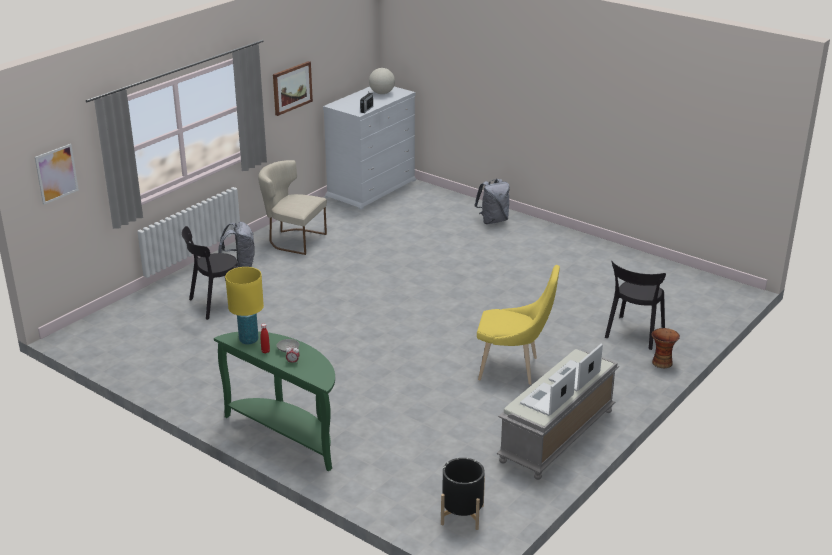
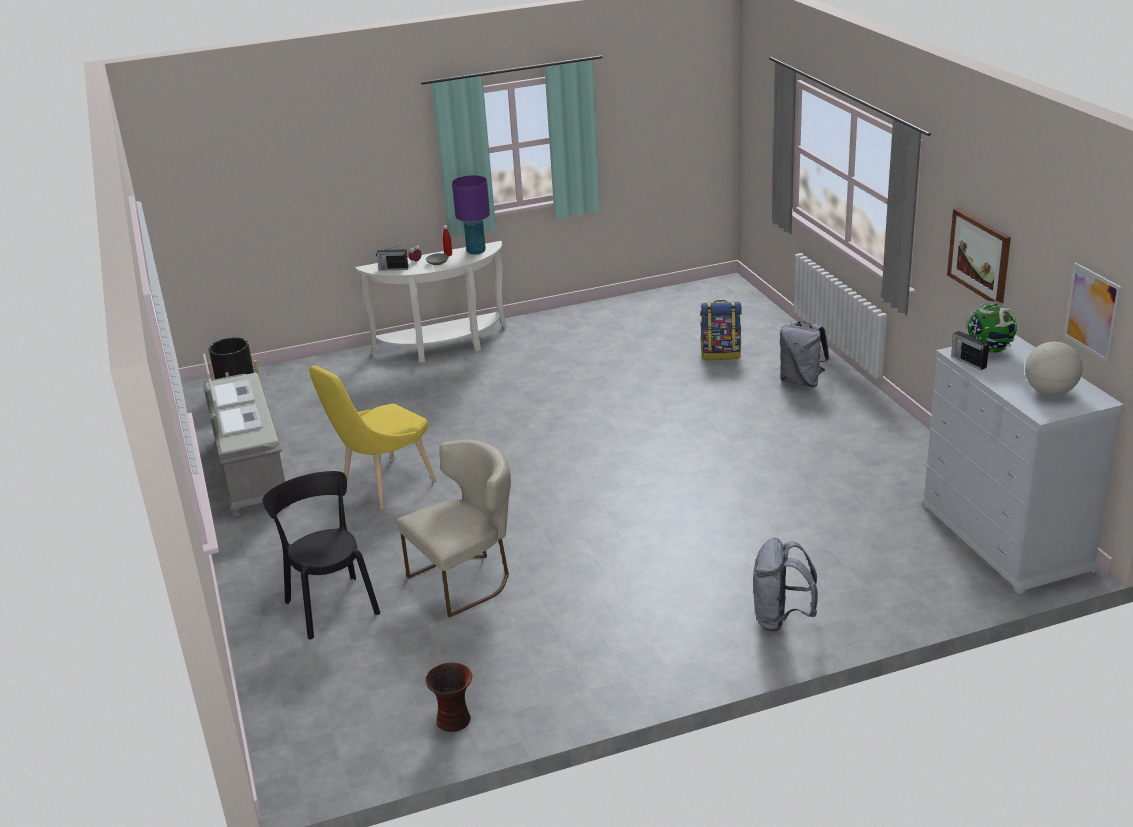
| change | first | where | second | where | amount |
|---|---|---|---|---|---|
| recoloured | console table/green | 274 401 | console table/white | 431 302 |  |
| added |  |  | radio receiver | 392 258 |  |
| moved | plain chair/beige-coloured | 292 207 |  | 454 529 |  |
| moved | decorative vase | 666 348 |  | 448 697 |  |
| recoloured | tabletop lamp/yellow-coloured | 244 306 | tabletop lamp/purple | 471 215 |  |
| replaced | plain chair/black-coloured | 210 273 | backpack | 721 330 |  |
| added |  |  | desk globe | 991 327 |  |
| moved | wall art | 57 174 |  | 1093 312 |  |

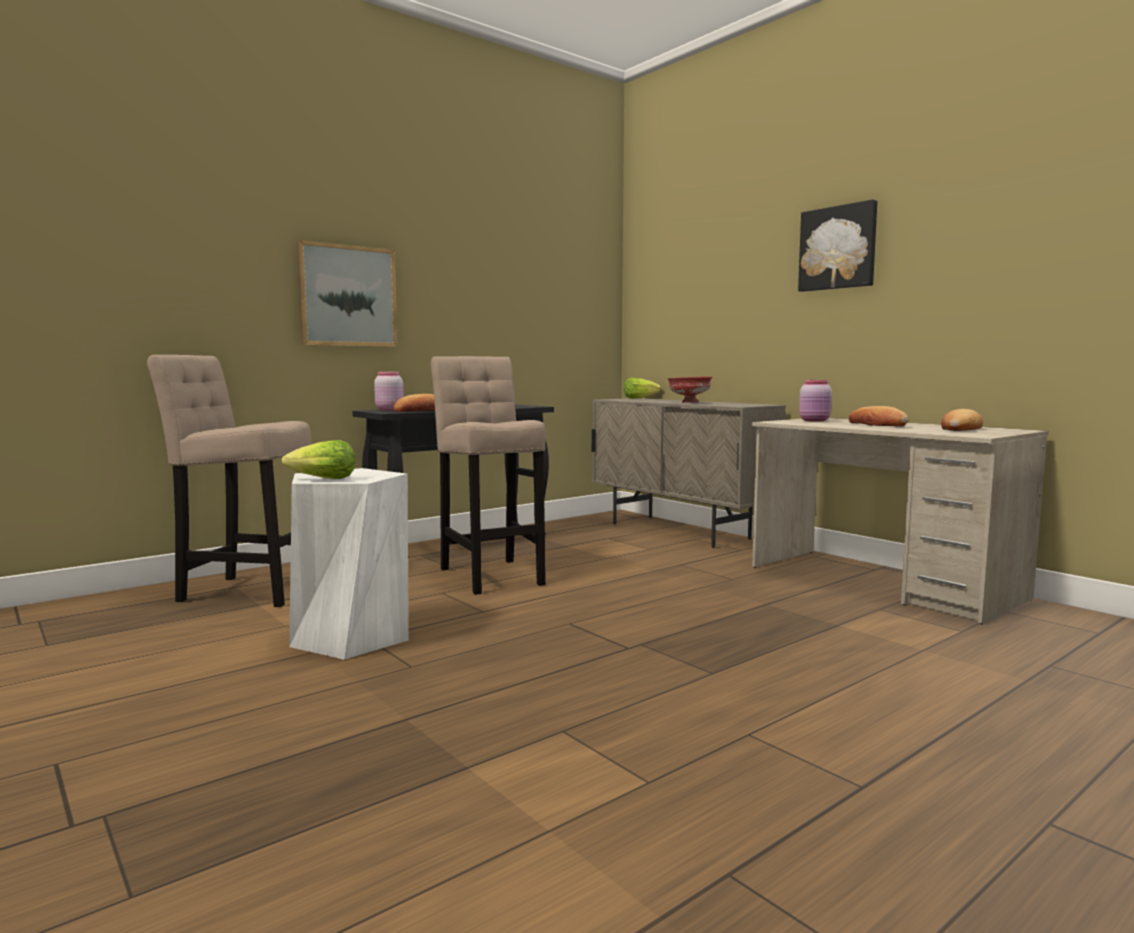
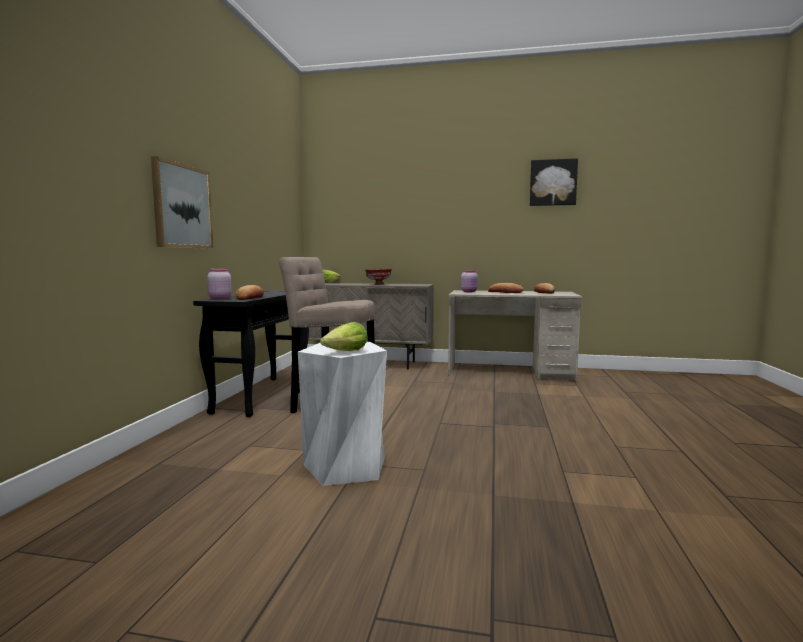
| change | first | where | second | where | amount |
|---|---|---|---|---|---|
| moved | wall art | 837 245 |  | 554 182 |  |
| removed | stool/beige-coloured | 229 481 |  |  |  |

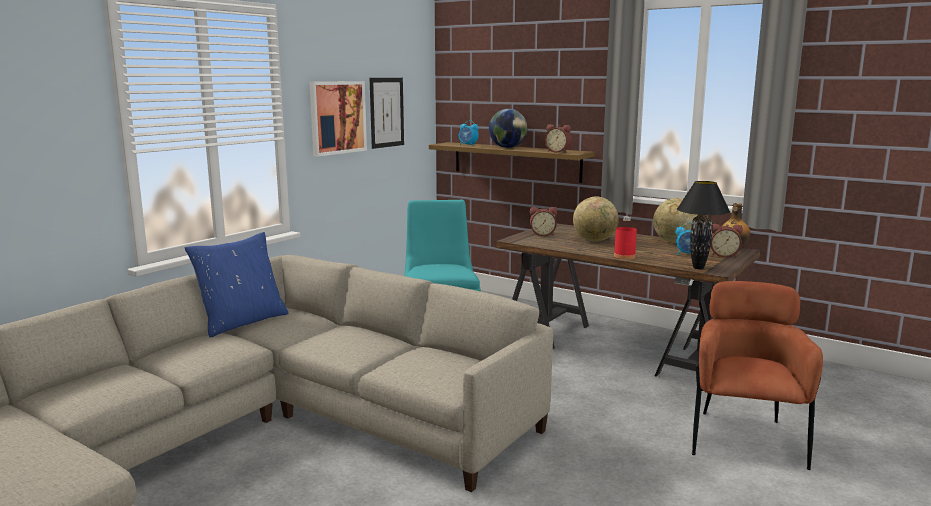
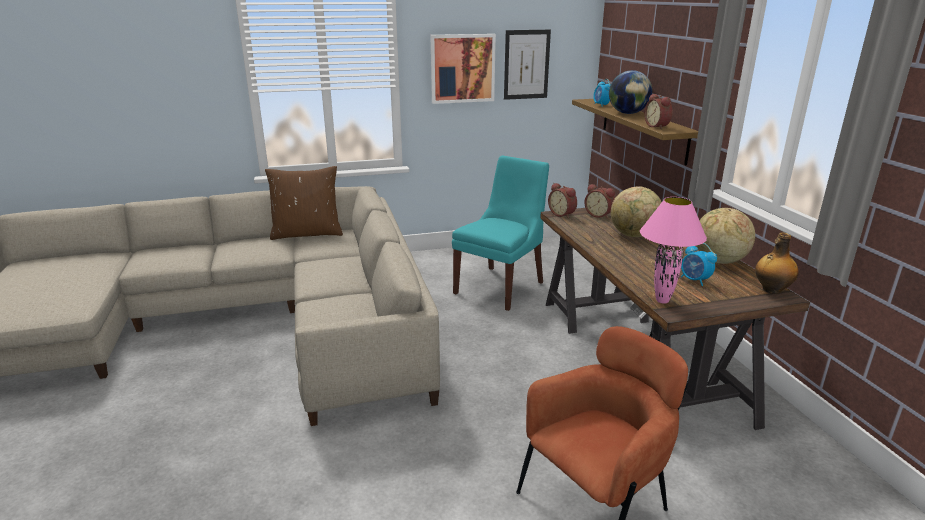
| change | first | where | second | where | amount |
|---|---|---|---|---|---|
| recoloured | pillow/blue | 236 285 | pillow/brown-coloured | 304 203 |  |
| moved | bedside clock | 726 240 |  | 562 200 |  |
| recoloured | tabletop lamp/black-coloured | 703 225 | tabletop lamp/pinkish | 673 250 |  |
| removed | bottle/reddish | 625 238 |  |  |  |

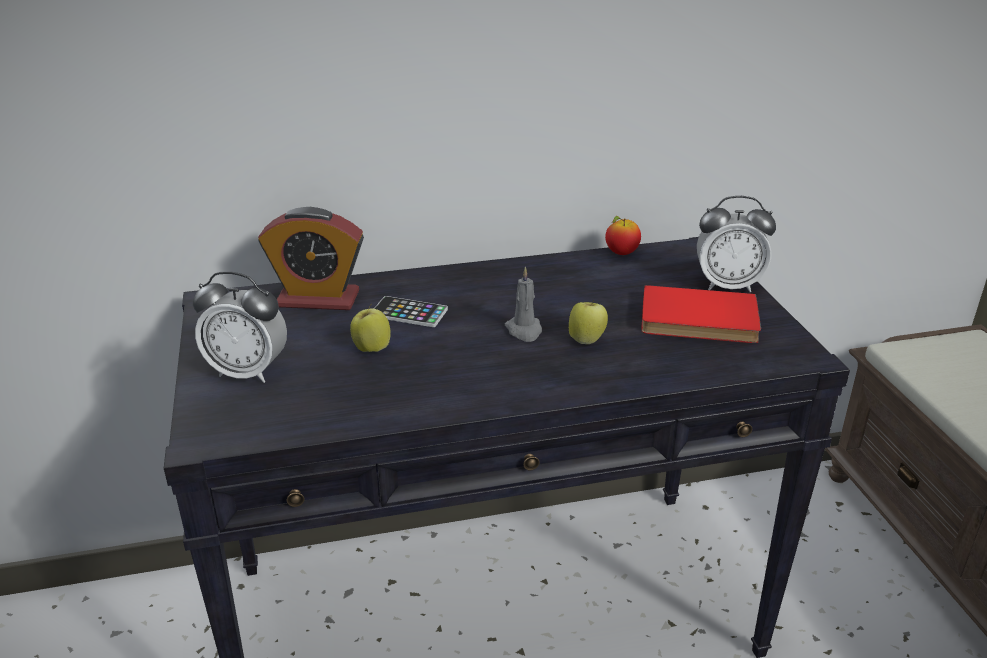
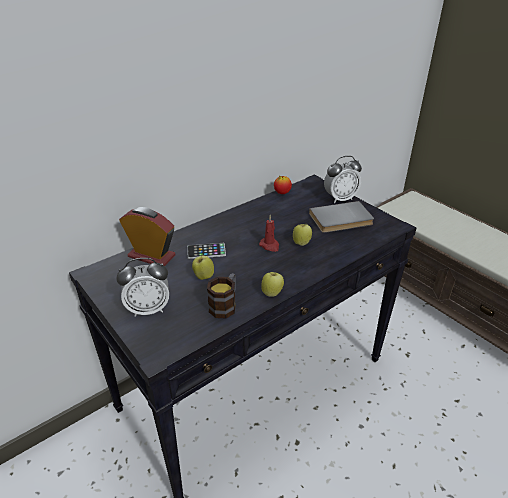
| change | first | where | second | where | amount |
|---|---|---|---|---|---|
| turned | bedside clock | 311 258 |  | 147 236 | 135 degrees counterclockwise |
| added |  |  | mug | 221 296 |  |
| recoloured | wax light/gray | 523 304 | wax light/reddish | 269 233 |  |
| added |  |  | apple fruit | 272 284 |  |
| recoloured | bound book/reddish | 701 314 | bound book/gray | 341 217 |  |

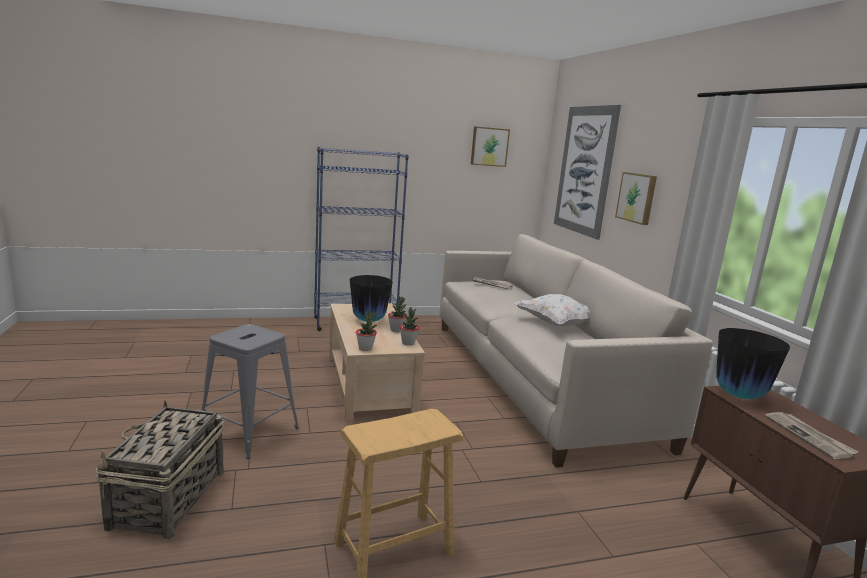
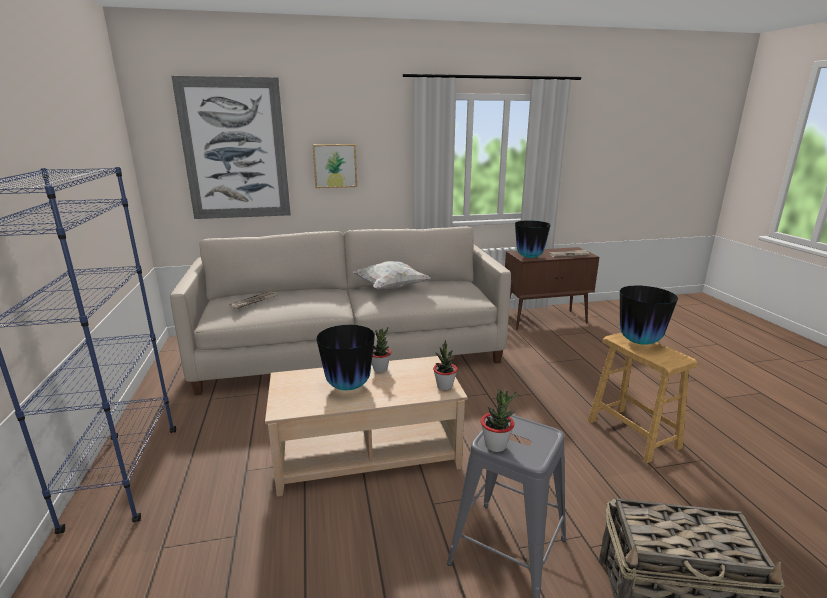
| change | first | where | second | where | amount |
|---|---|---|---|---|---|
| moved | potted plant | 409 326 |  | 498 420 |  |
| added |  |  | decorative vase | 649 315 |  |
| removed | wall art | 490 146 |  |  |  |

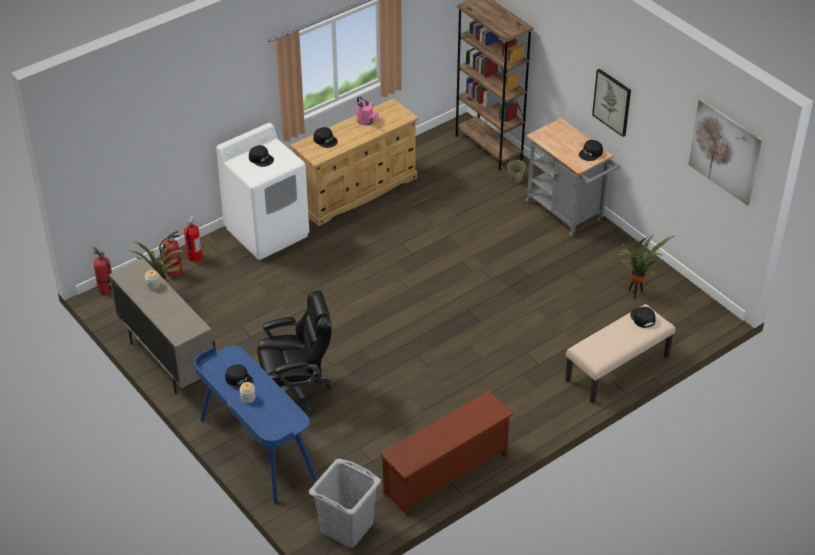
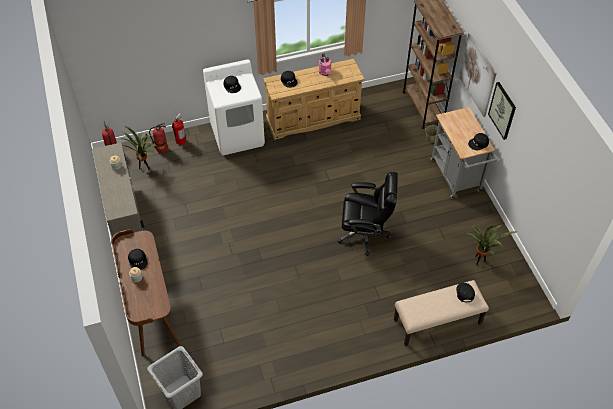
| change | first | where | second | where | amount |
|---|---|---|---|---|---|
| recoloured | desk unit/blue | 256 425 | desk unit/brown-coloured | 145 292 |  |
| moved | computer chair/black-coloured | 295 353 |  | 368 214 |  |
| moved | wall art | 725 152 |  | 478 75 |  |
| removed | shoe rack/brown-coloured | 447 454 |  |  |  |

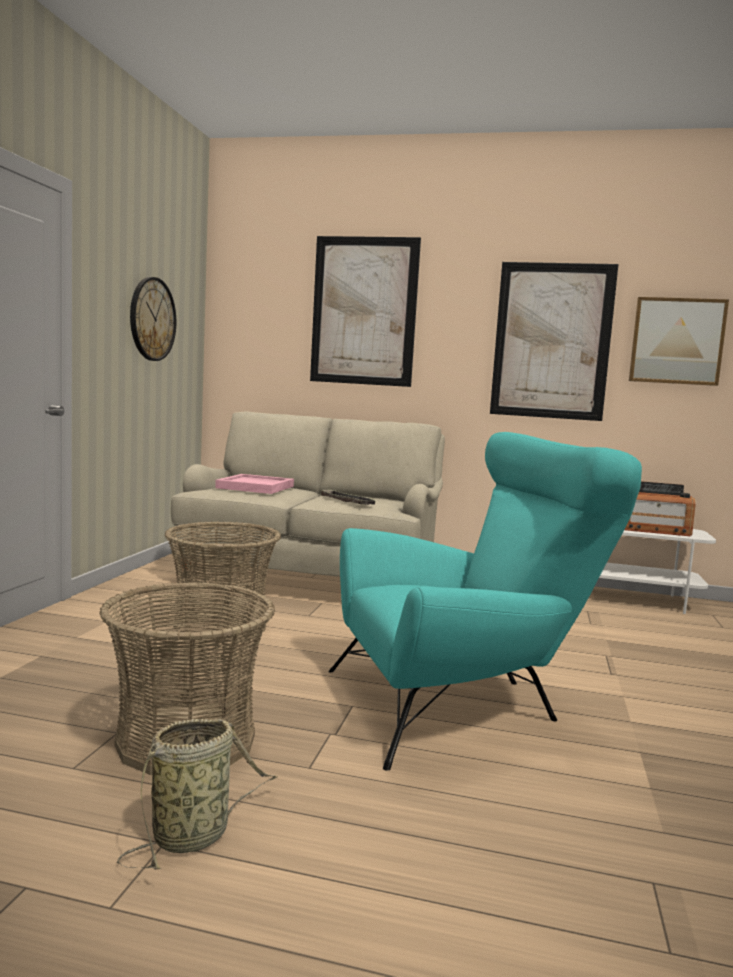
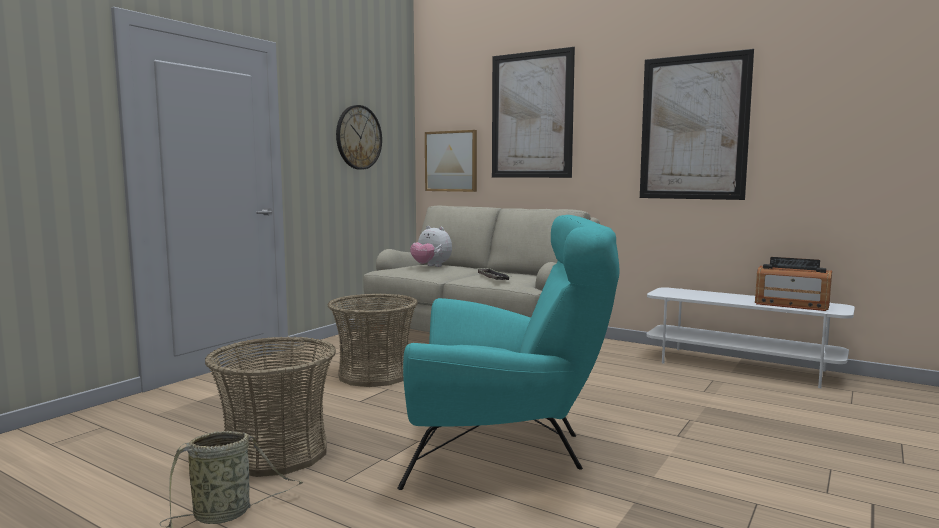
| change | first | where | second | where | amount |
|---|---|---|---|---|---|
| replaced | carrying tray/pinkish | 254 484 | plush toy | 431 246 |  |
| moved | wall art | 679 341 |  | 451 161 |  |

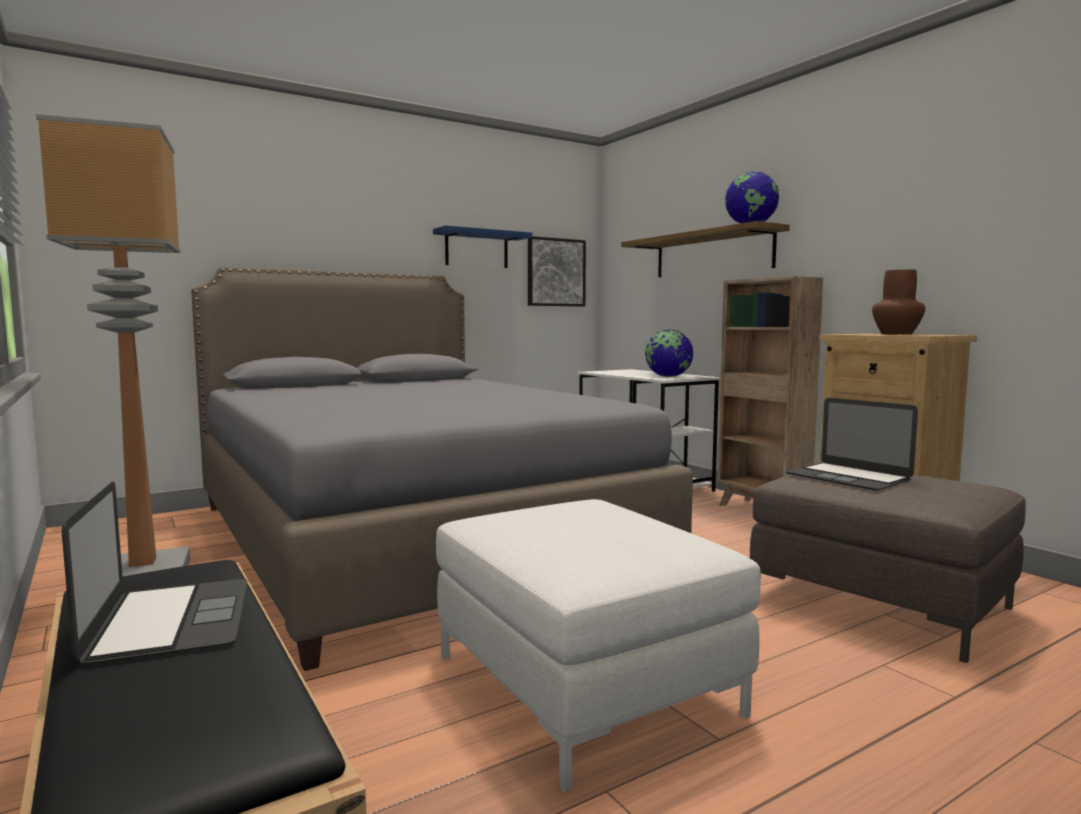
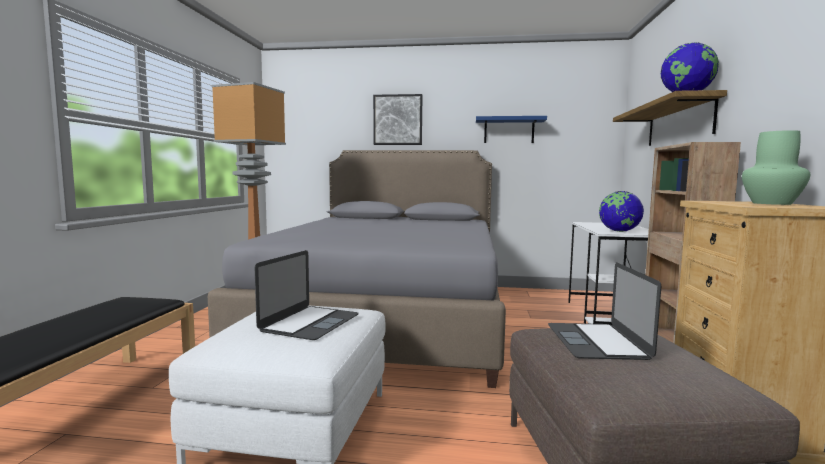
| change | first | where | second | where | amount |
|---|---|---|---|---|---|
| moved | laptop | 154 573 |  | 307 295 |  |
| moved | wall art | 557 271 |  | 398 119 |  |
| recoloured | decorative vase/brown-coloured | 898 302 | decorative vase/green | 776 167 |  |

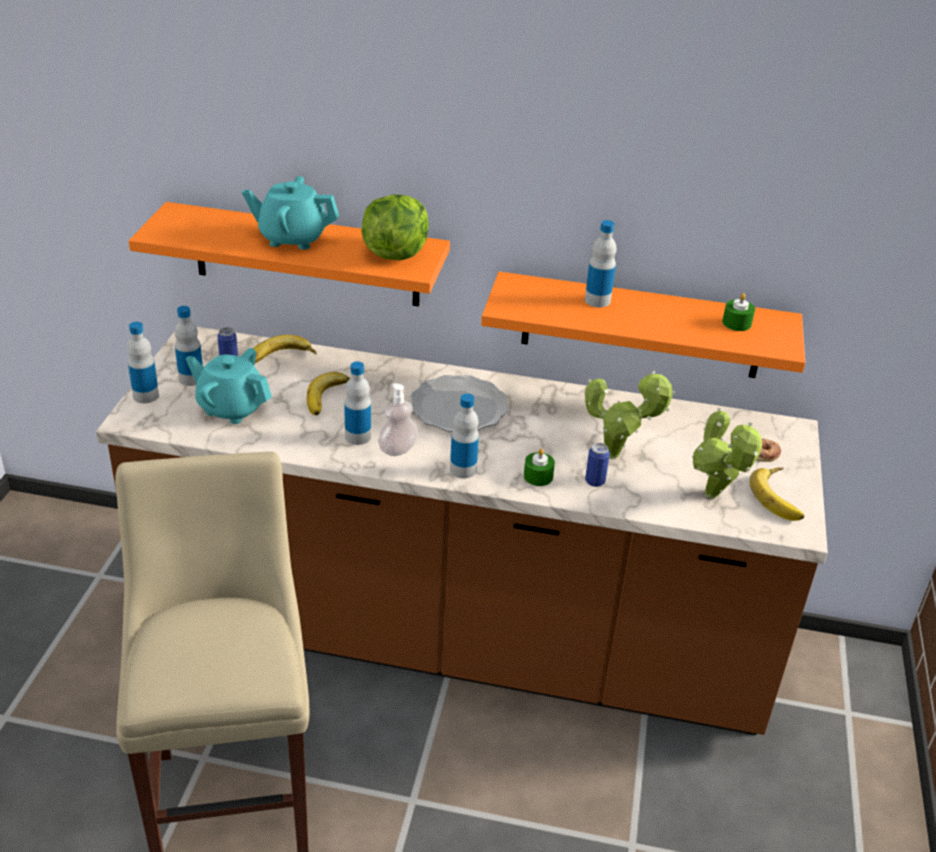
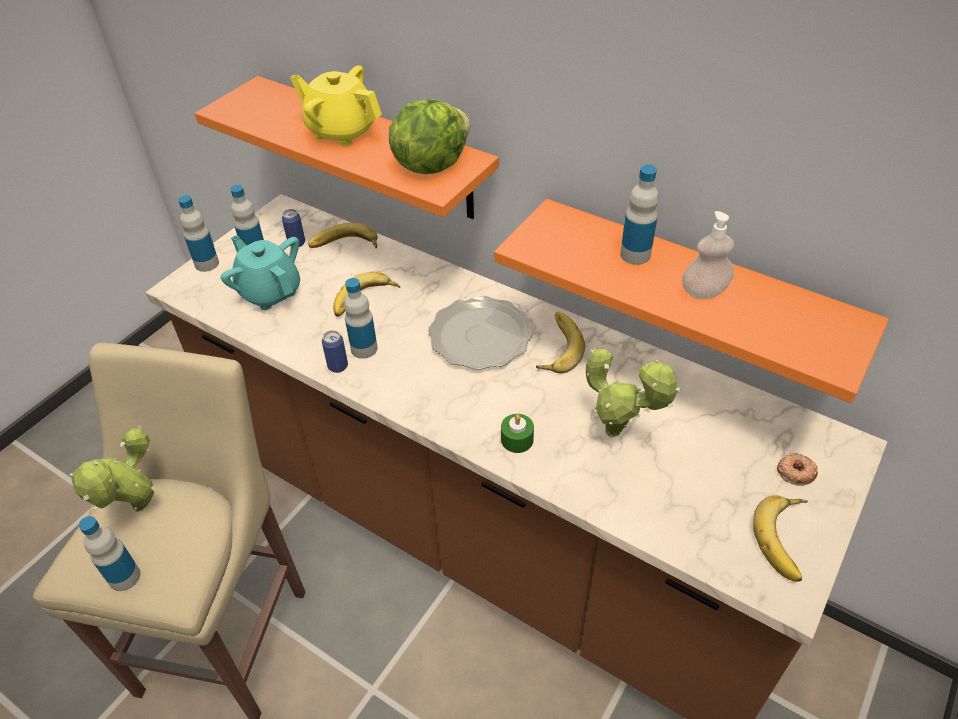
| change | first | where | second | where | amount |
|---|---|---|---|---|---|
| moved | potted plant | 727 453 |  | 112 468 |  |
| moved | bottle | 464 436 |  | 110 553 |  |
| recoloured | pot for tea/turquoise | 290 213 | pot for tea/yellow-coloured | 336 106 |  |
| moved | sealed can | 597 465 |  | 335 351 |  |
| added |  |  | banana fruit | 560 343 |  |
| moved | soap bottle | 398 419 |  | 708 255 |  |
| removed | wax light/green | 738 312 |  |  |  |

